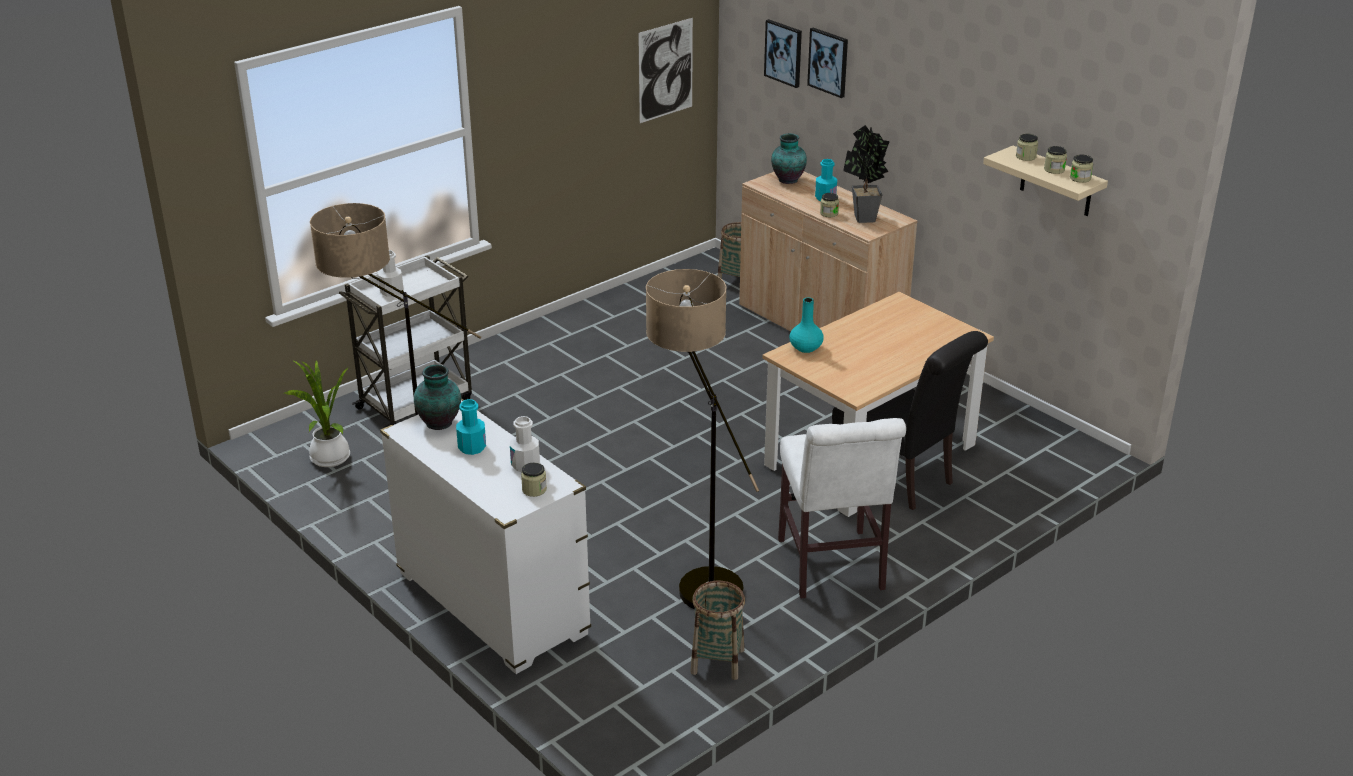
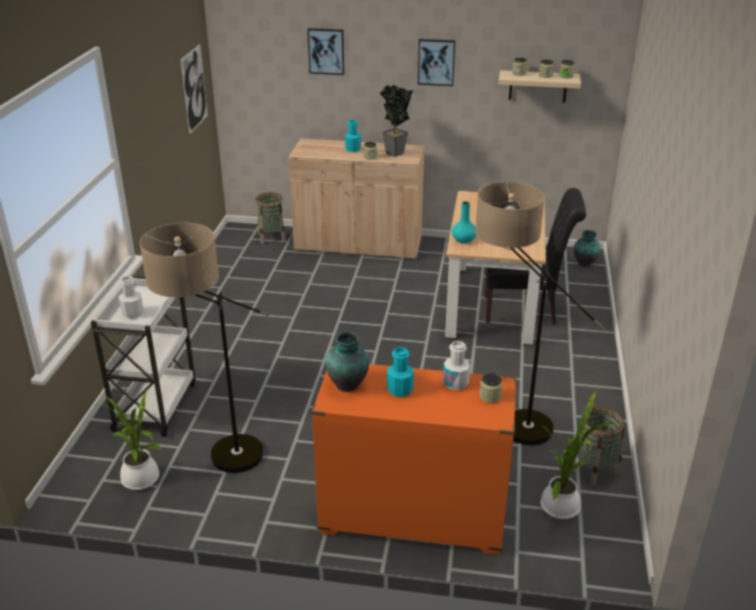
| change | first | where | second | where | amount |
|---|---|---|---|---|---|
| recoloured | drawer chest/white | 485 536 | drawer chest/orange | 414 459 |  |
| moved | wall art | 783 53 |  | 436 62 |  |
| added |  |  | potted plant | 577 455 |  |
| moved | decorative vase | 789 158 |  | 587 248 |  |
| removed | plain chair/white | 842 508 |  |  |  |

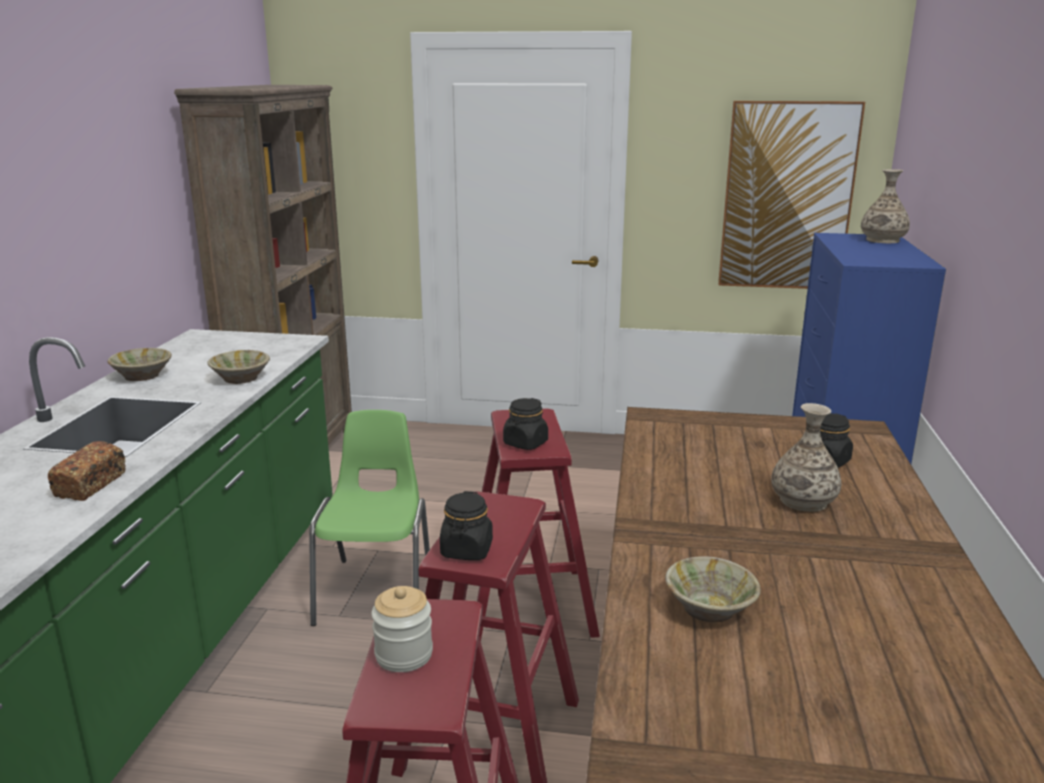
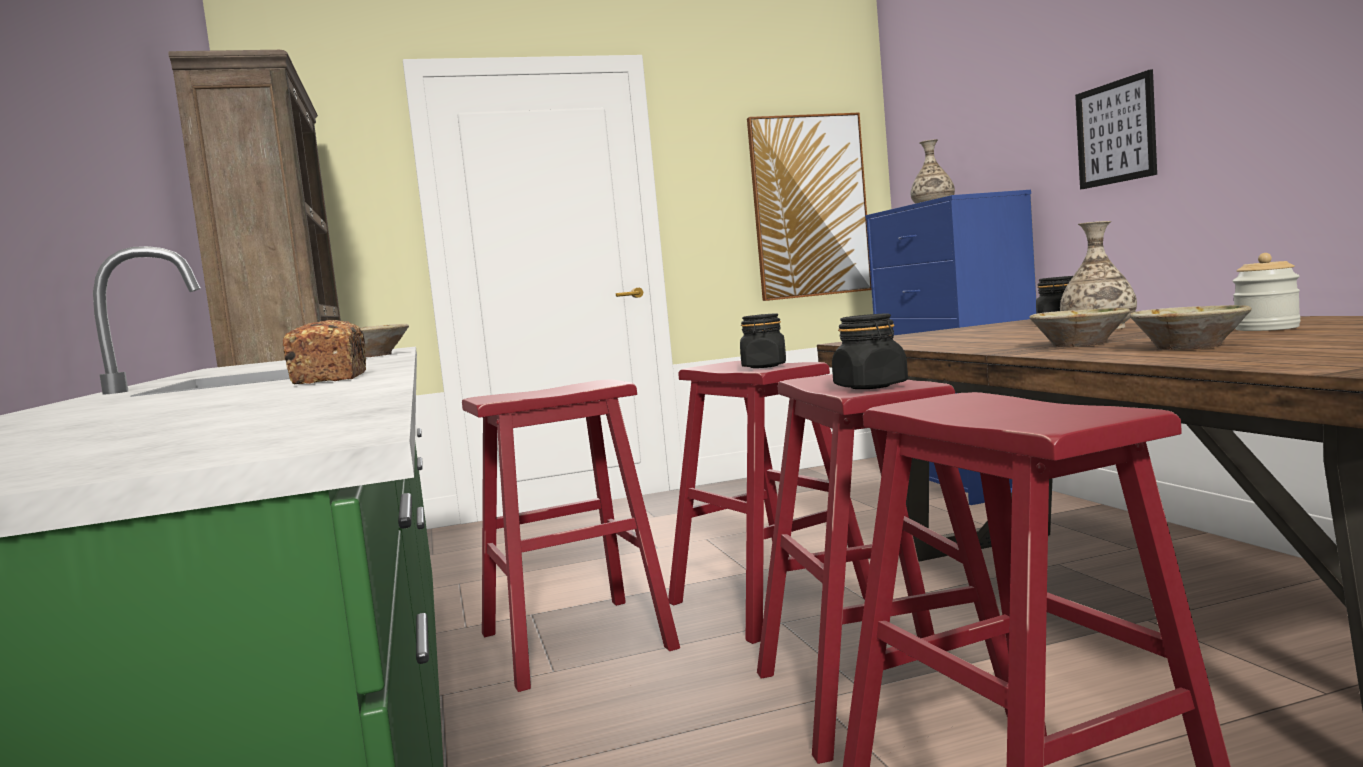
| change | first | where | second | where | amount |
|---|---|---|---|---|---|
| replaced | plain chair/green | 369 518 | stool/reddish | 571 535 |  |
| moved | bowl/beige-coloured | 139 364 |  | 1079 327 |  |
| added |  |  | wall art | 1116 129 |  |
| moved | storage jar | 402 629 |  | 1267 292 |  |

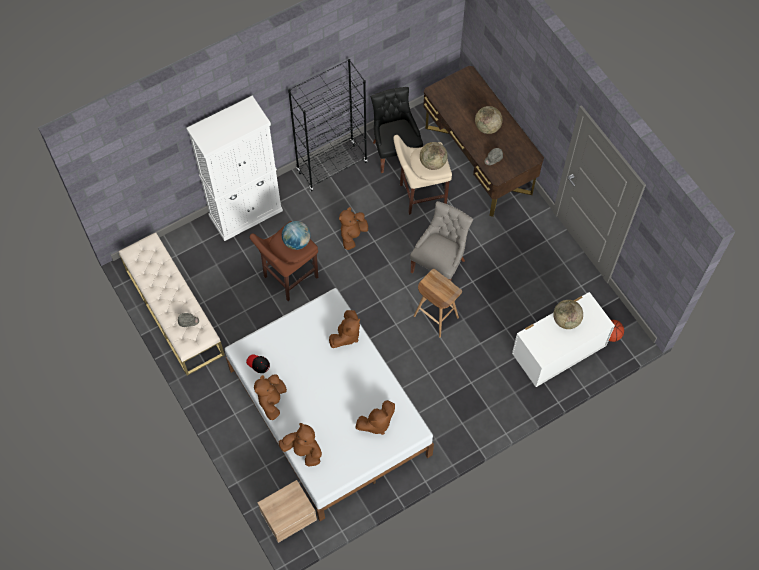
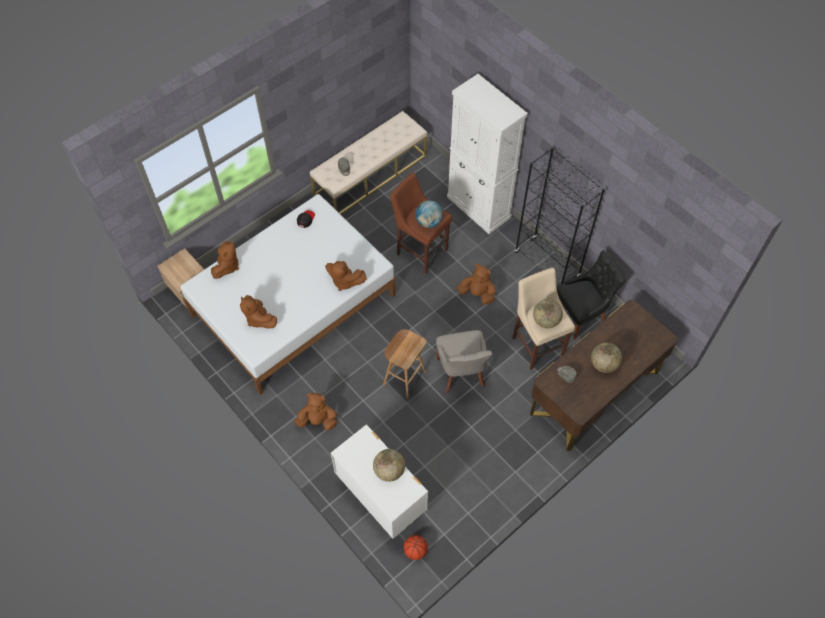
| change | first | where | second | where | amount |
|---|---|---|---|---|---|
| moved | plush toy/brown-coloured | 270 397 |  | 315 412 |  |
| turned | plain chair/gray | 441 241 |  | 464 361 | 60 degrees clockwise |

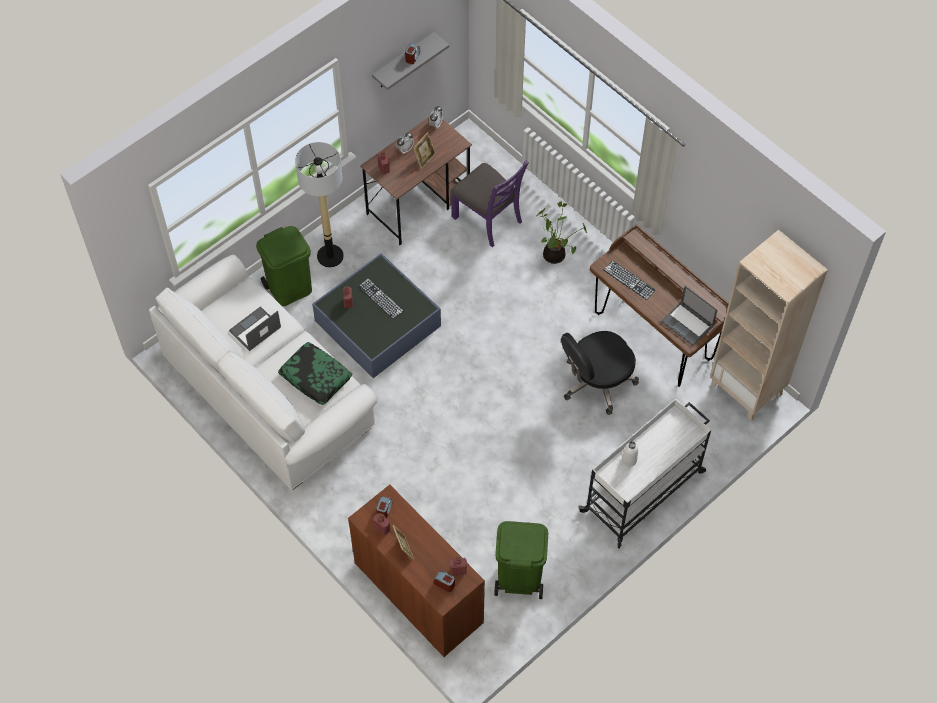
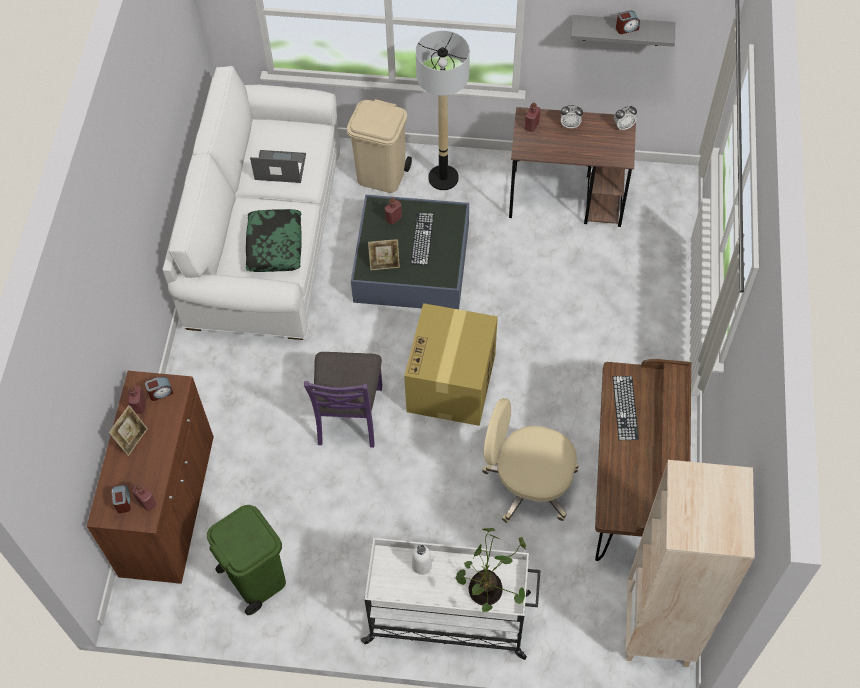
| change | first | where | second | where | amount |
|---|---|---|---|---|---|
| moved | plain chair/purple | 489 203 |  | 343 400 |  |
| recoloured | rubbish bin/green | 284 266 | rubbish bin/beige-coloured | 379 146 |  |
| moved | standing frame | 424 150 |  | 384 255 |  |
| added |  |  | cardboard box | 451 364 |  |
| moved | potted plant | 561 232 |  | 490 570 |  |
| recoloured | computer chair/black-coloured | 600 373 | computer chair/beige-coloured | 530 460 |  |
| removed | laptop | 689 316 |  |  |  |

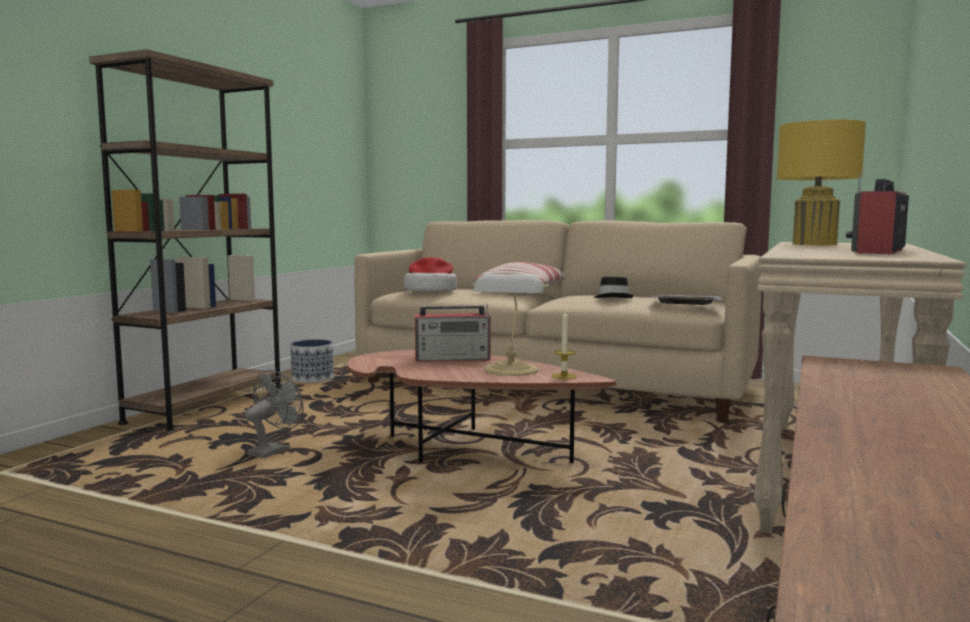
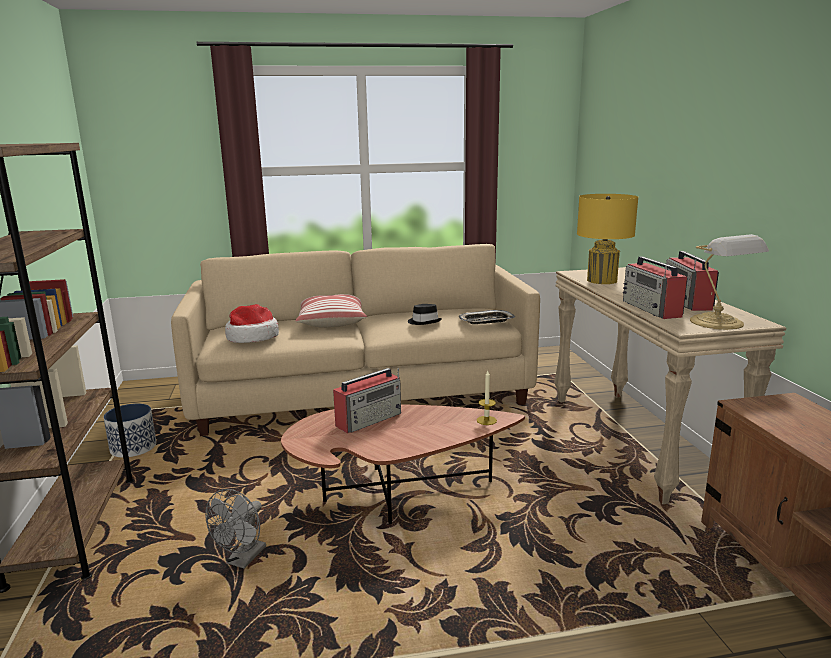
| change | first | where | second | where | amount |
|---|---|---|---|---|---|
| turned | cooling fan/gray | 274 414 |  | 235 529 | 150 degrees counterclockwise |
| added |  |  | radio receiver | 655 287 |  |
| moved | tabletop lamp | 510 325 |  | 729 282 |  |

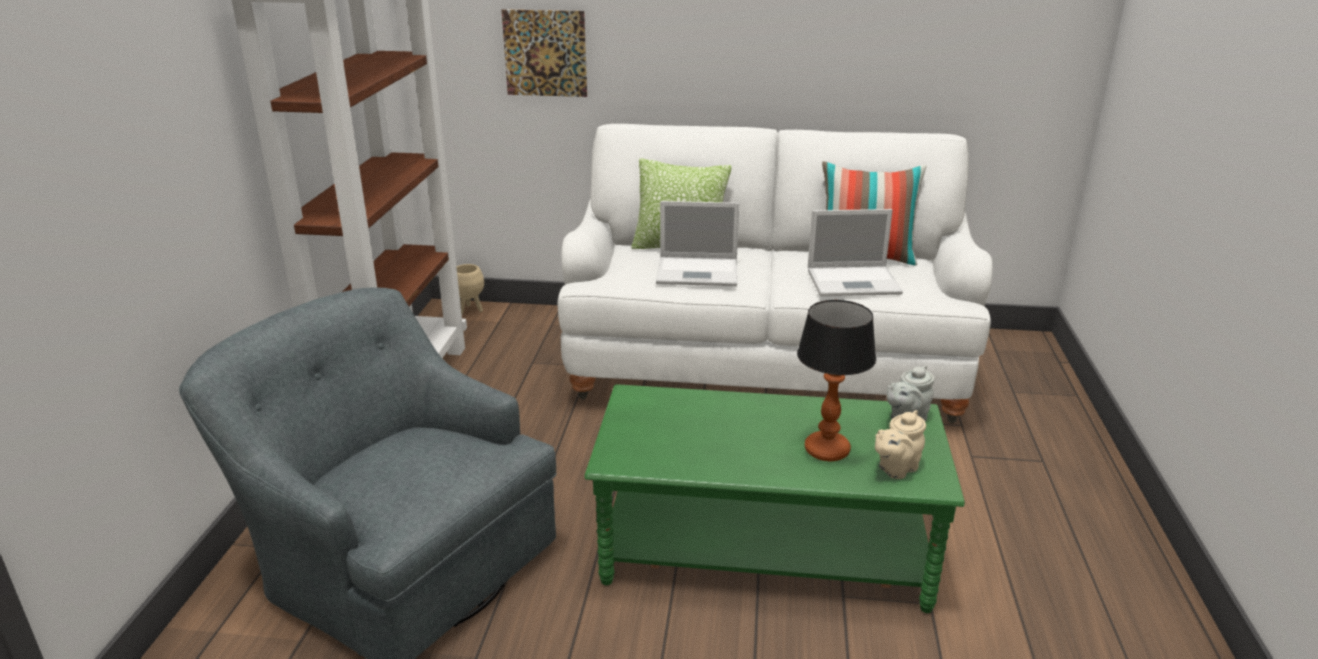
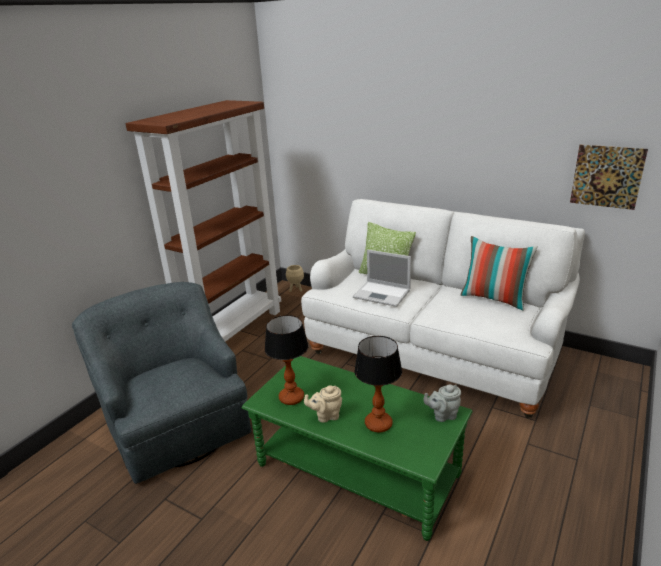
| change | first | where | second | where | amount |
|---|---|---|---|---|---|
| added |  |  | tabletop lamp | 286 360 |  |
| moved | pot for tea/beige-coloured | 900 444 |  | 323 404 |  |
| moved | wall art | 544 53 |  | 609 177 |  |
| removed | laptop | 855 252 |  |  |  |

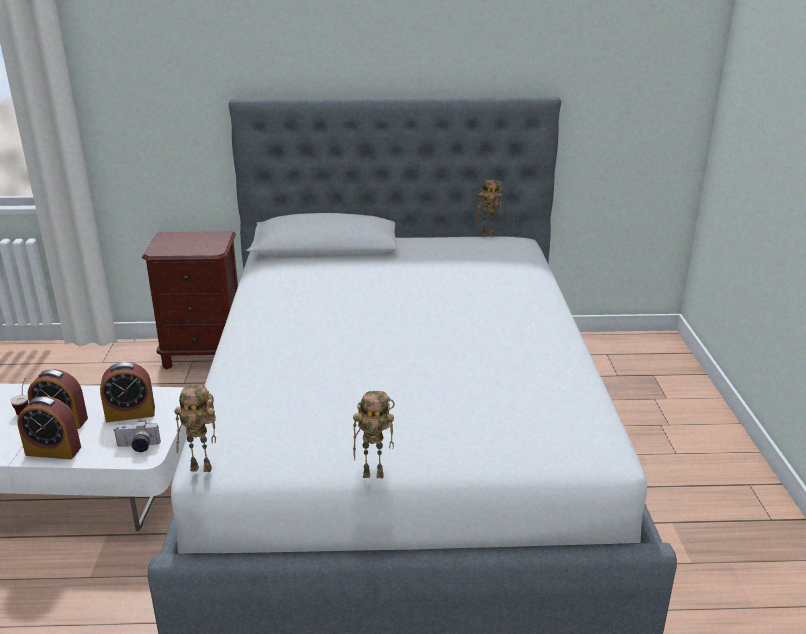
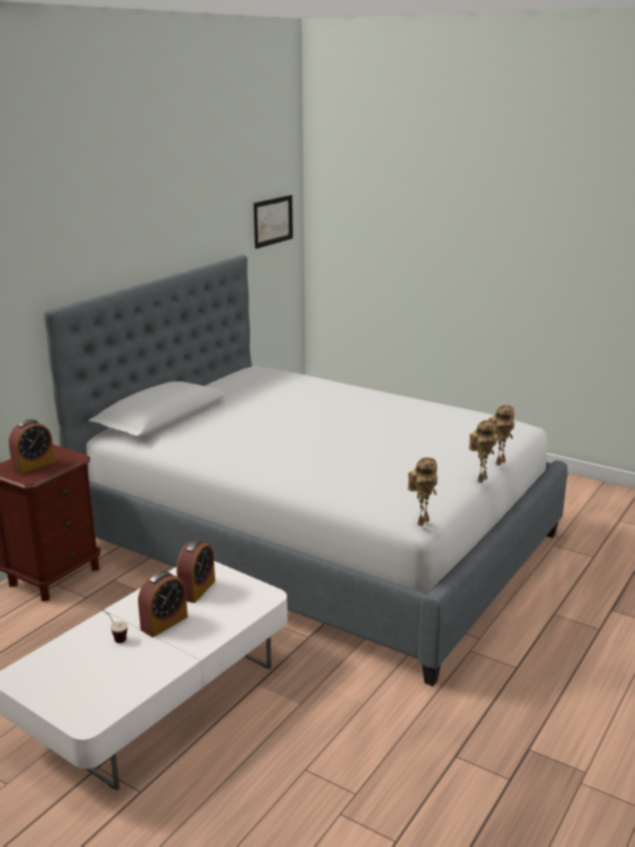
| change | first | where | second | where | amount |
|---|---|---|---|---|---|
| moved | bedside clock | 49 427 |  | 32 446 |  |
| added |  |  | wall art | 273 222 |  |
| moved | robot figure | 490 207 |  | 501 435 |  |
| removed | photo camera | 137 436 |  |  |  |

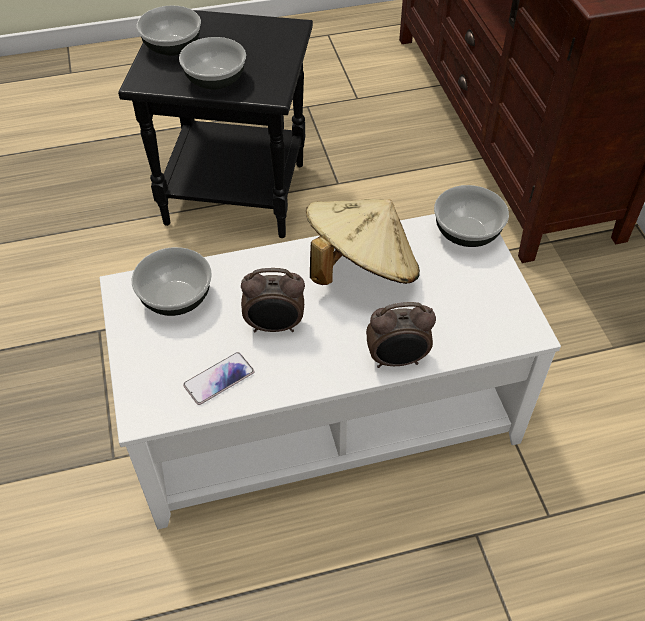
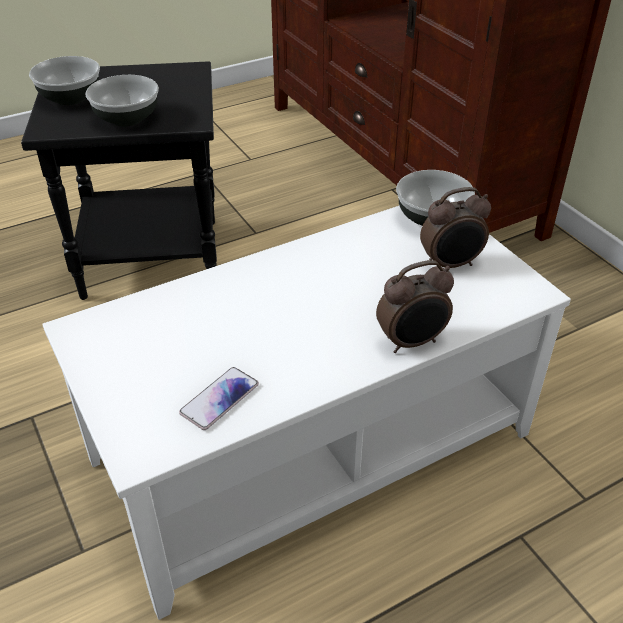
| change | first | where | second | where | amount |
|---|---|---|---|---|---|
| moved | bedside clock | 273 300 |  | 455 227 |  |
| removed | bowl | 171 281 |  |  |  |
| removed | hat/beige-coloured | 363 242 |  |  |  |

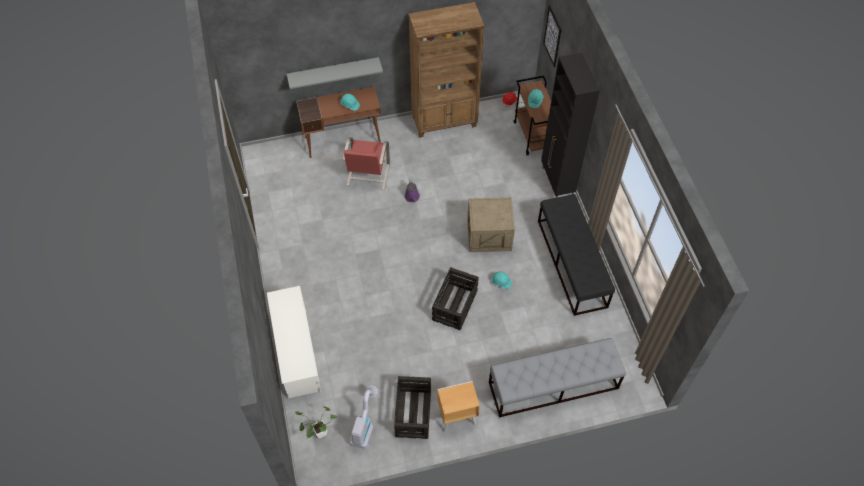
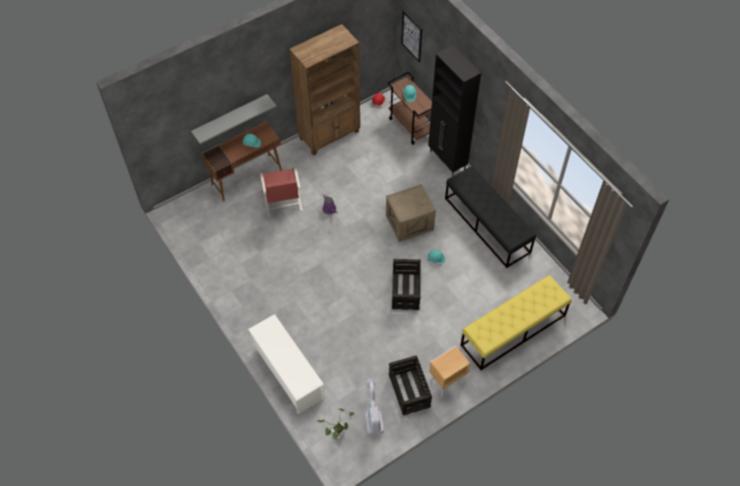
| change | first | where | second | where | amount |
|---|---|---|---|---|---|
| recoloured | long seat/gray | 557 378 | long seat/yellow-coloured | 516 322 |  |

